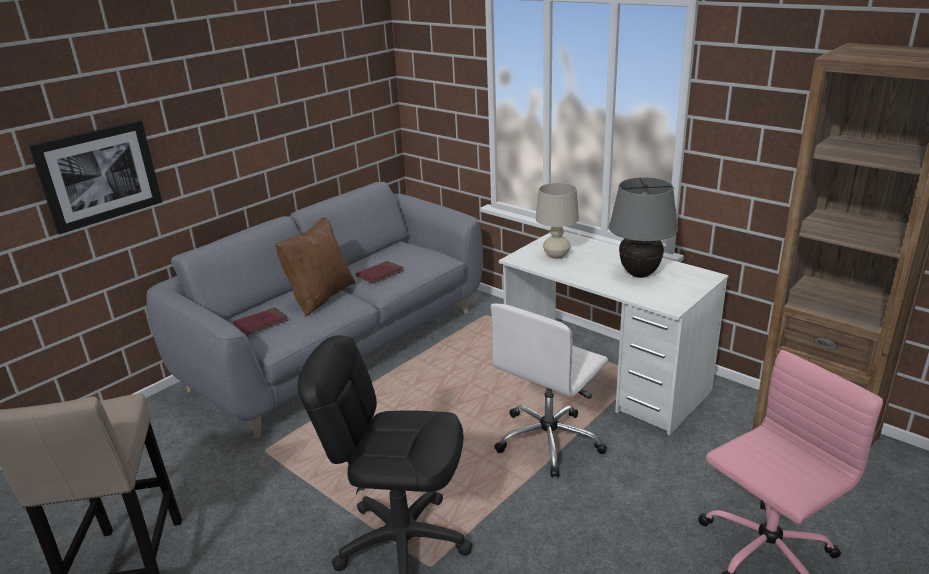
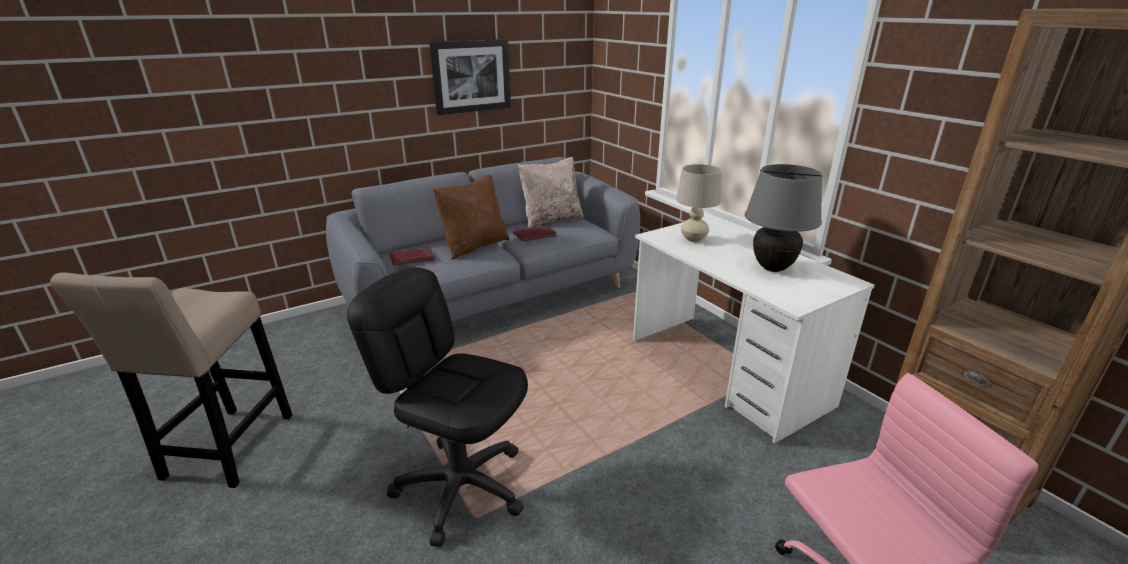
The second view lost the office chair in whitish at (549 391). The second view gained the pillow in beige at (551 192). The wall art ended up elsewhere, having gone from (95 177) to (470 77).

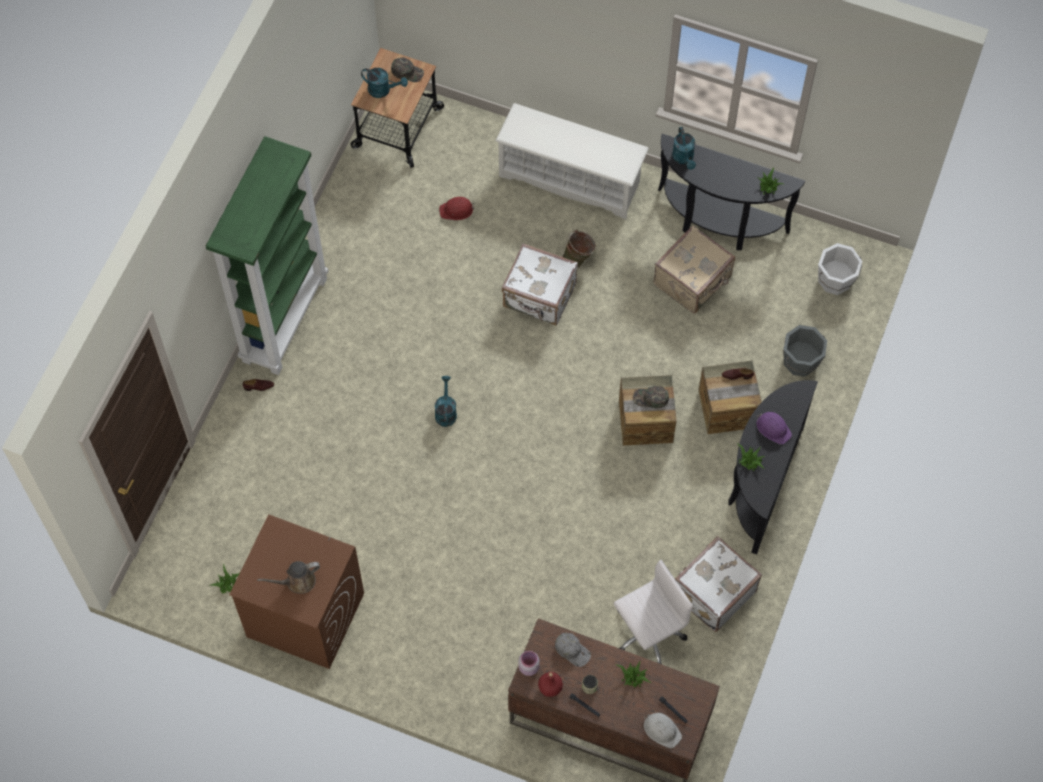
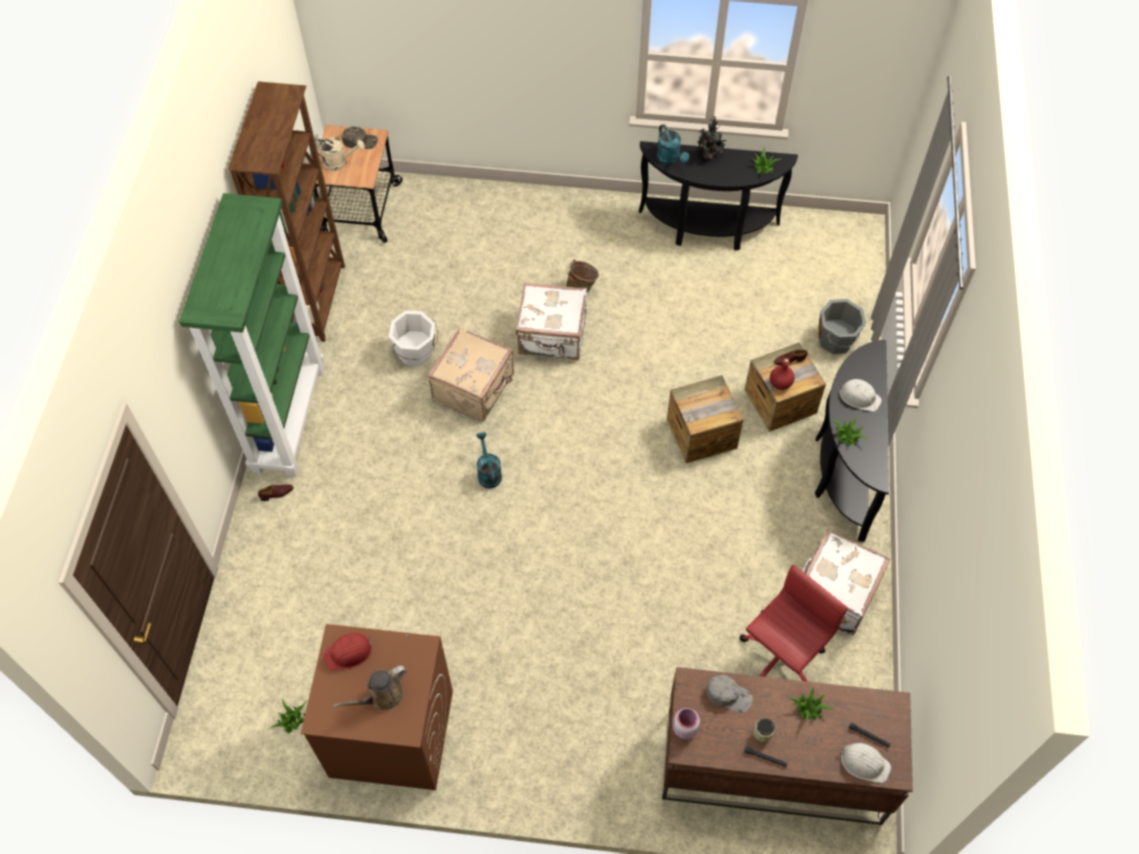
The second view lost the shoe shelf in whitish at (572 161). The second view lost the cap in green at (651 397). The second view gained the bookshelf in brownish at (286 211). The second view gained the potted plant at (711 138). The safety helmet in reddish ended up elsewhere, having gone from (457 208) to (348 651). The drink bottle in reddish ended up elsewhere, having gone from (550 684) to (782 374). The suitcase in beige ended up elsewhere, having gone from (694 269) to (471 374). The pail in whitish ended up elsewhere, having gone from (840 269) to (413 338). What was the sprinkling can in turquoise-coloured at (384 83) turned into the sprinkling can in beige at (340 154). What was the office chair in whitish at (653 611) turned into the office chair in reddish at (793 623). What was the safety helmet in purple-coloured at (774 428) turned into the safety helmet in whitish at (860 395).

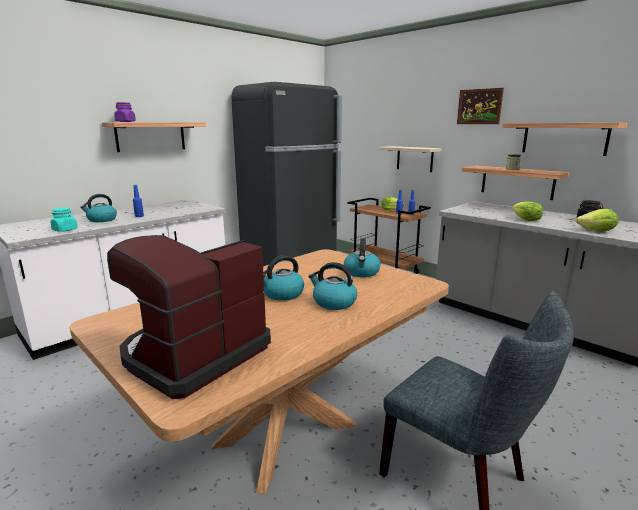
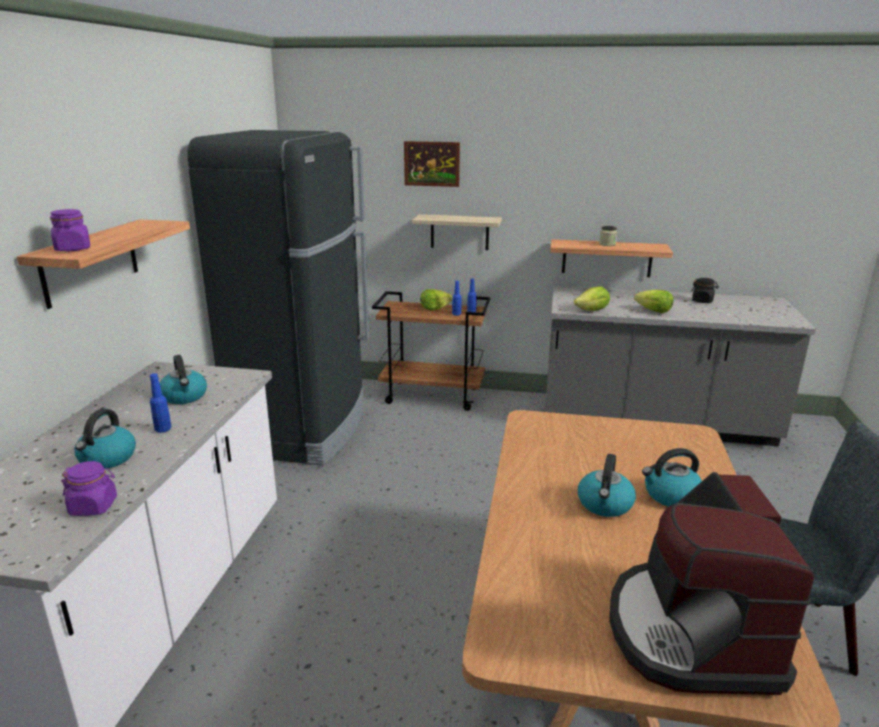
The second view lost the shelf at (565 139). The water kettle ended up elsewhere, having gone from (362 257) to (183 379). The wall art ended up elsewhere, having gone from (480 106) to (432 164). The lettuce head ended up elsewhere, having gone from (597 220) to (592 298). What was the storage jar in turquoise-coloured at (64 219) turned into the storage jar in purple-coloured at (89 488).

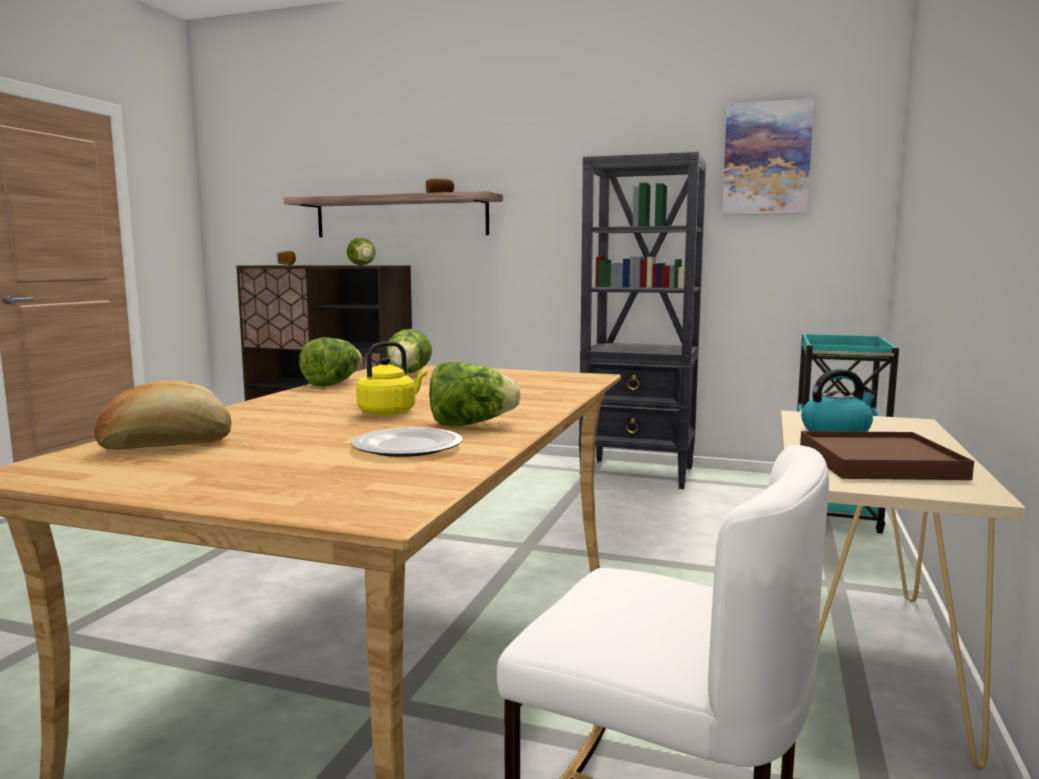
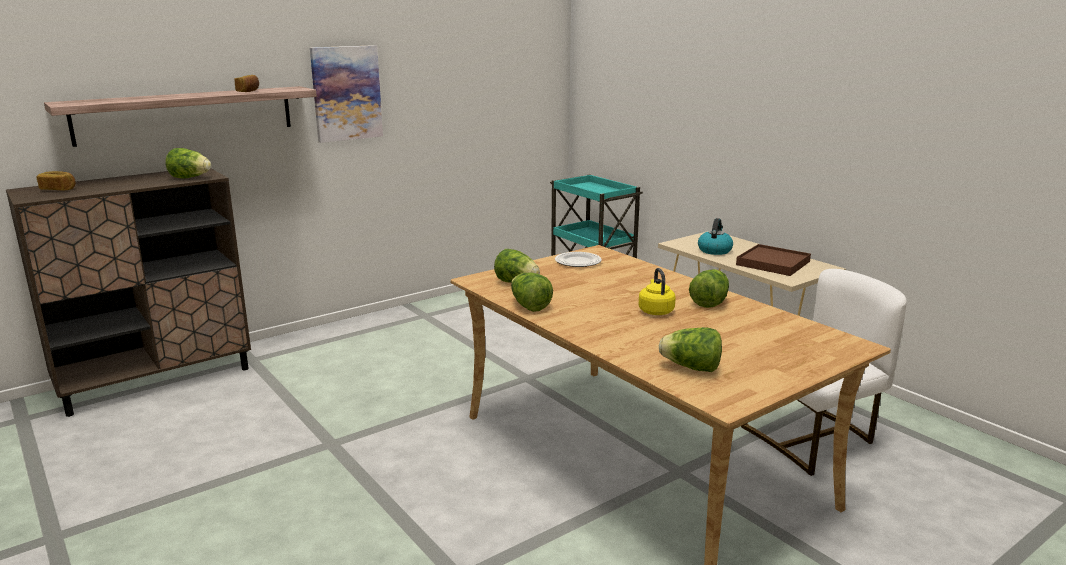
The second view lost the bookshelf in black-coloured at (642 320). The flat dish ended up elsewhere, having gone from (406 442) to (578 259). The wall art ended up elsewhere, having gone from (768 156) to (346 94). Where the bakery bread stood at (163 415), the lettuce head came to stand at (690 349).

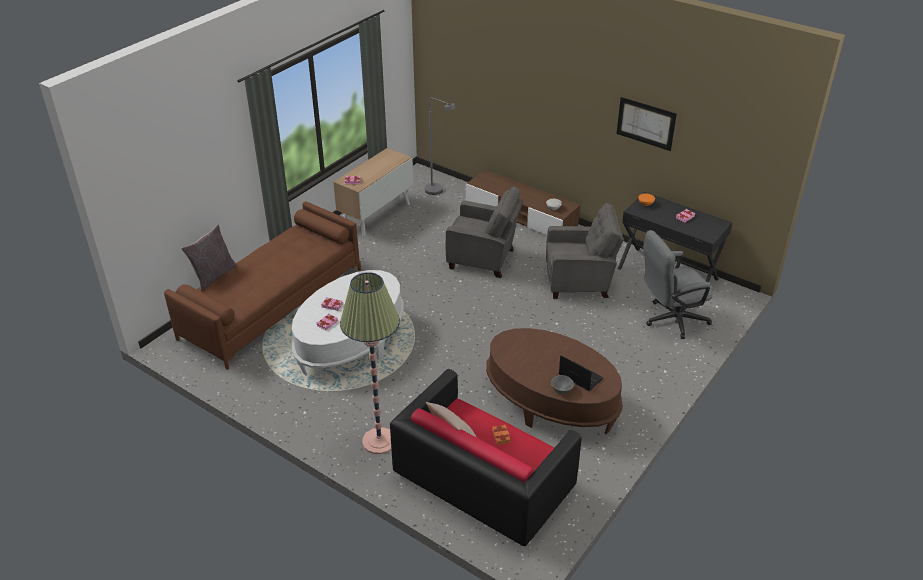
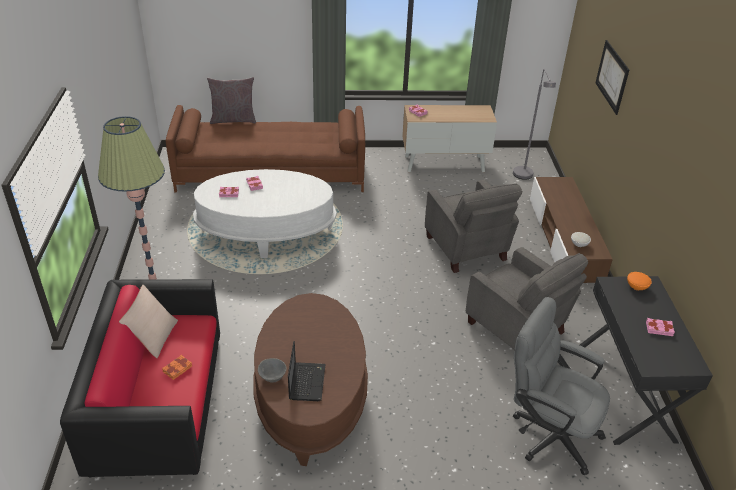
The wall art ended up elsewhere, having gone from (646 124) to (612 77).

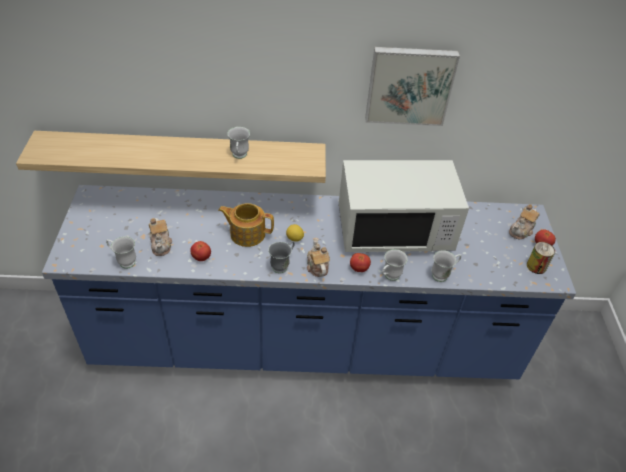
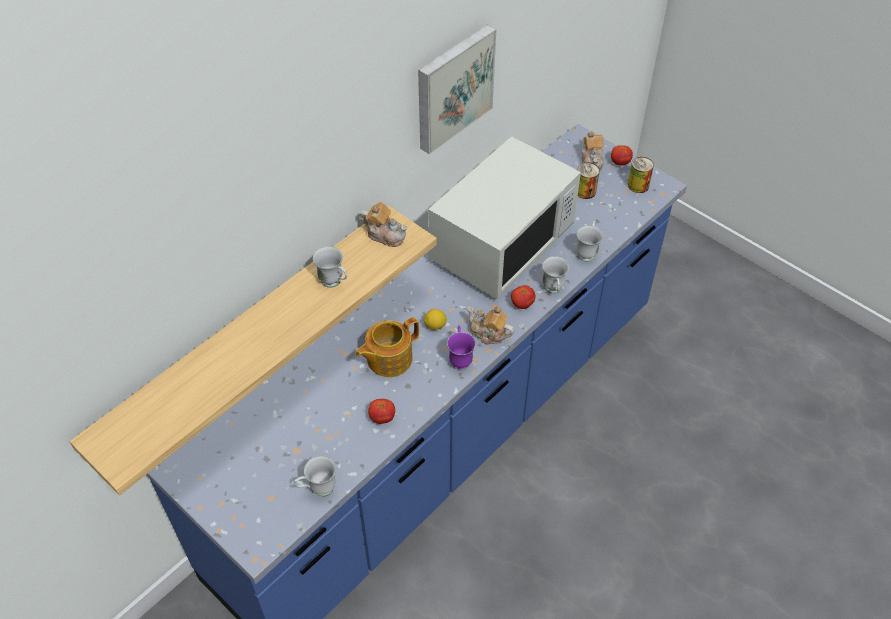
The second view gained the can at (589 181). The tea pot ended up elsewhere, having gone from (160 237) to (383 224). What was the mug in grey at (281 257) turned into the mug in purple-coloured at (461 348).

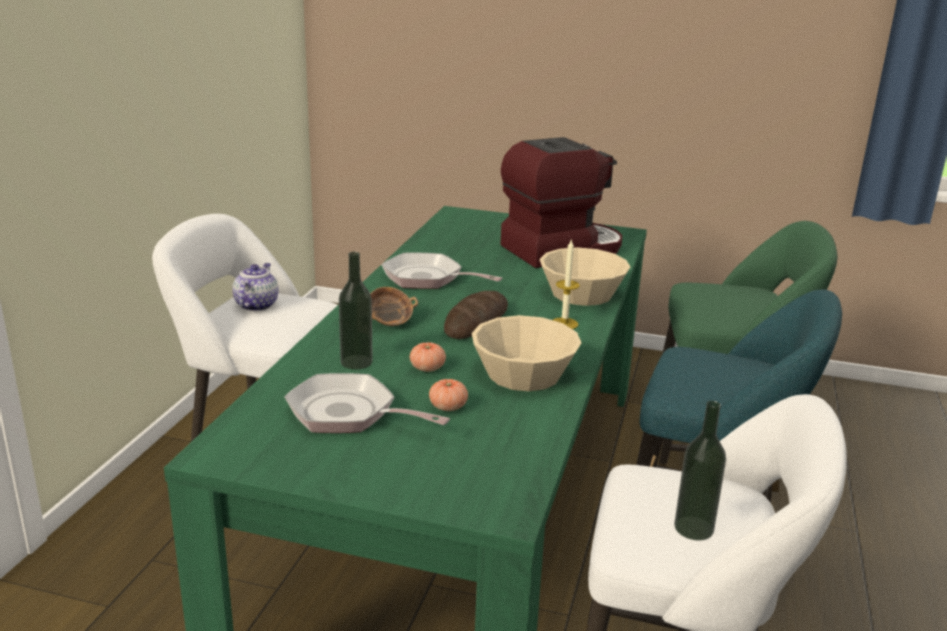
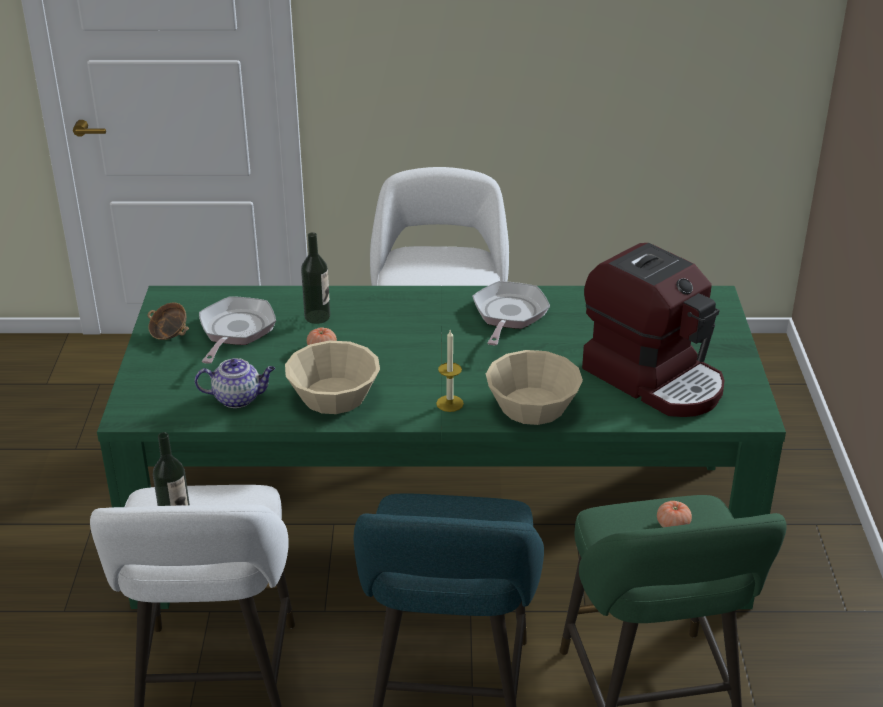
The second view lost the bakery bread at (476 315). The tea pot ended up elsewhere, having gone from (255 287) to (235 383). The serving bowl ended up elsewhere, having gone from (394 306) to (168 321). The fresh tomato ended up elsewhere, having gone from (448 395) to (674 514).

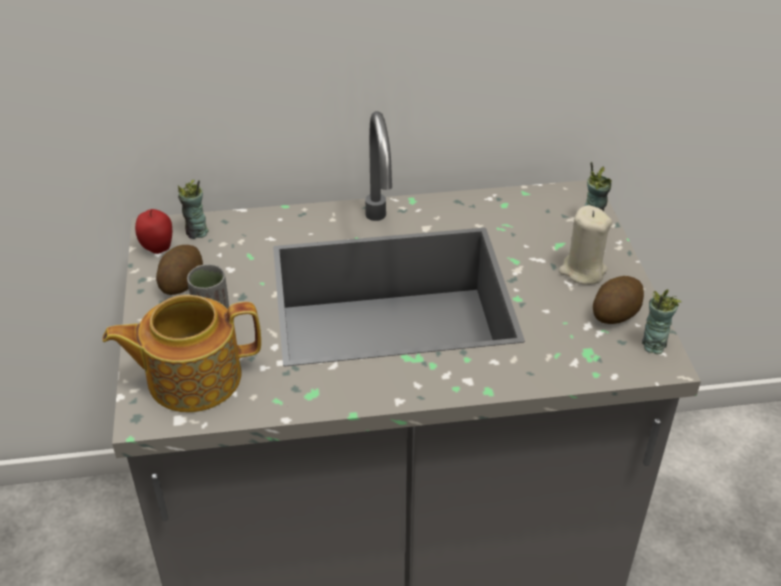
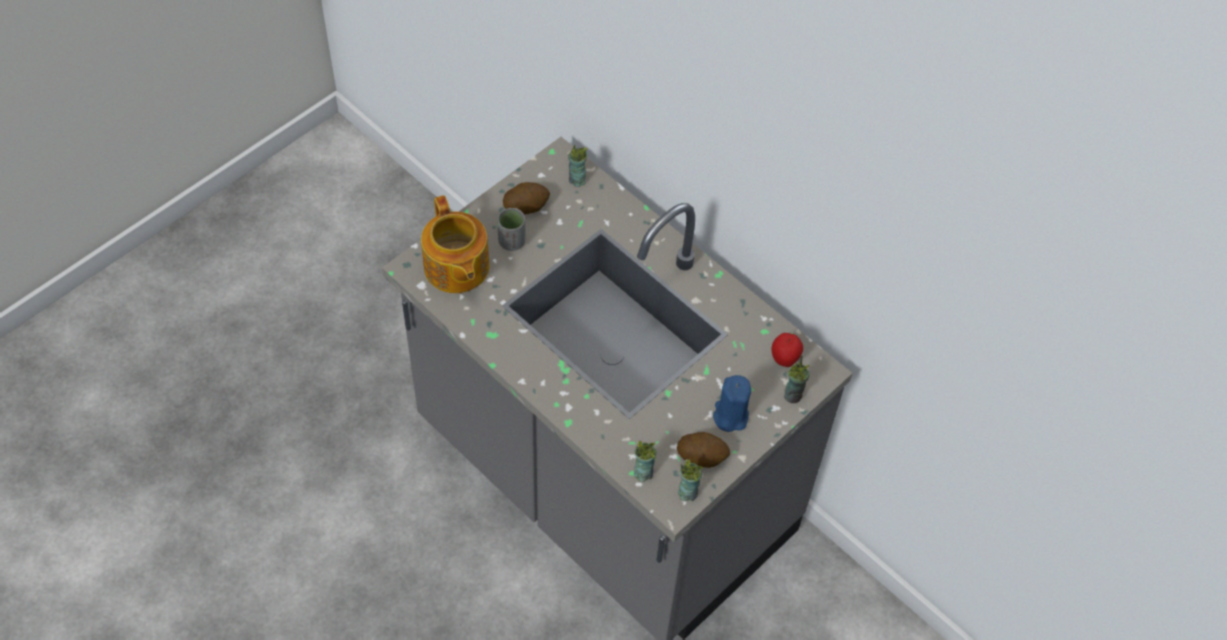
The second view gained the small cup at (645 461). The apple ended up elsewhere, having gone from (153 231) to (787 350). What was the wax light in beige at (585 245) turned into the wax light in blue-coloured at (732 403). The tea pot at (181 353) ended up facing another way, 150 degrees counterclockwise from before.

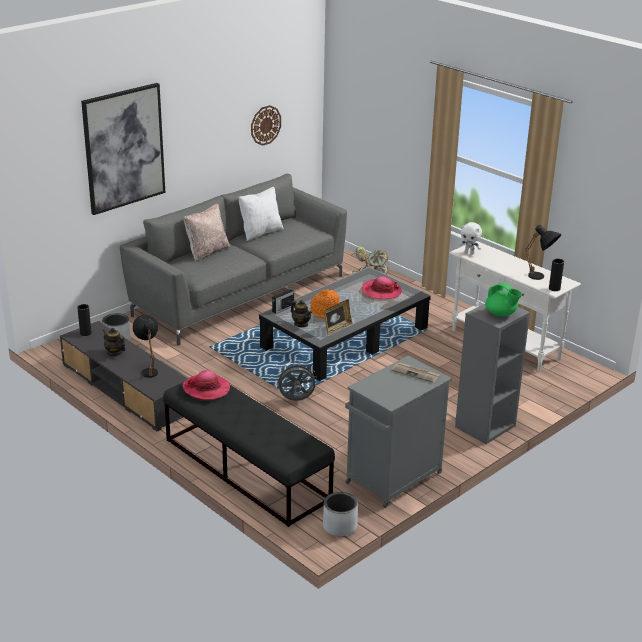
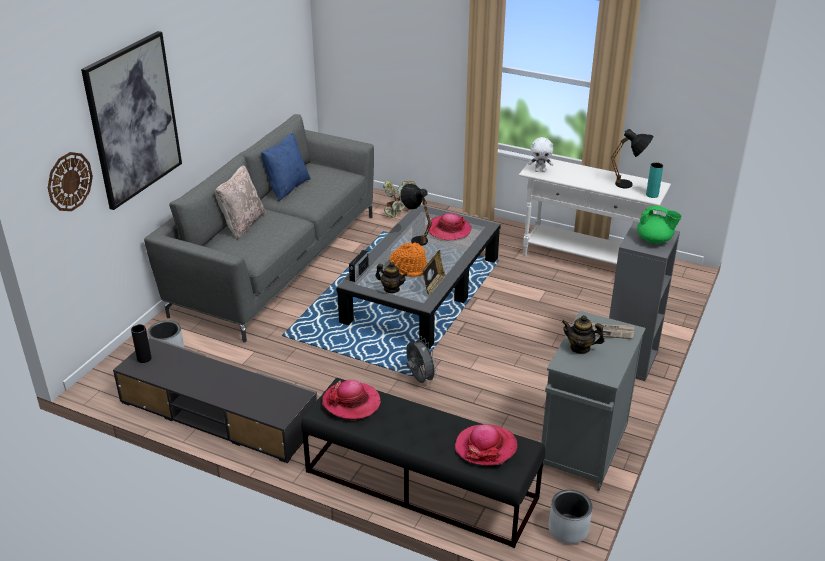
The second view gained the wearable hat at (486 445). The tea pot ended up elsewhere, having gone from (114 342) to (583 334). The lamp for a table in black-coloured ended up elsewhere, having gone from (145 346) to (416 215). The hanging clock ended up elsewhere, having gone from (266 125) to (70 181). What was the pillow in whitish at (261 214) turned into the pillow in blue-coloured at (286 167). What was the decorative vase in black-coloured at (556 274) turned into the decorative vase in turquoise-coloured at (654 180). The fan in grey at (296 382) ended up facing another way, 90 degrees clockwise from before.

